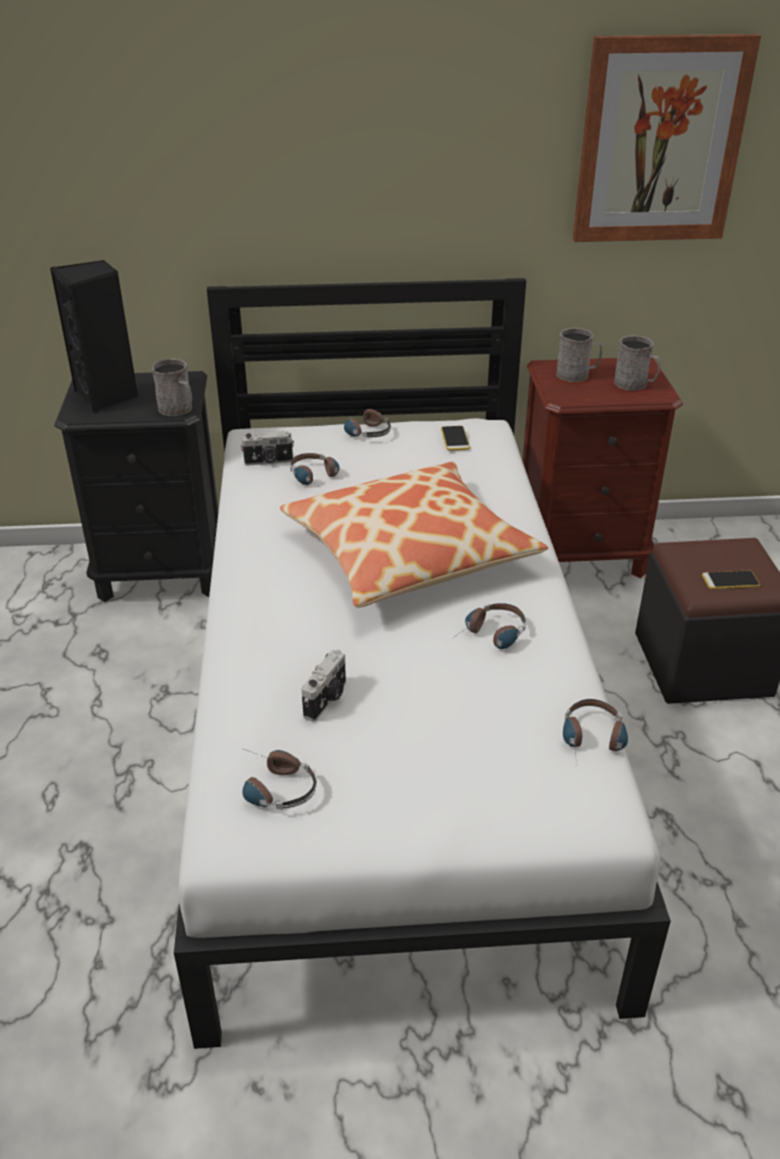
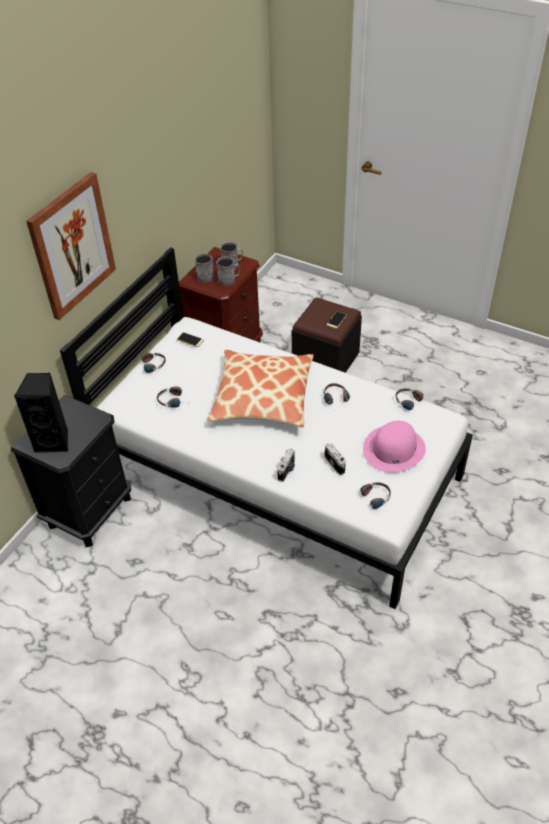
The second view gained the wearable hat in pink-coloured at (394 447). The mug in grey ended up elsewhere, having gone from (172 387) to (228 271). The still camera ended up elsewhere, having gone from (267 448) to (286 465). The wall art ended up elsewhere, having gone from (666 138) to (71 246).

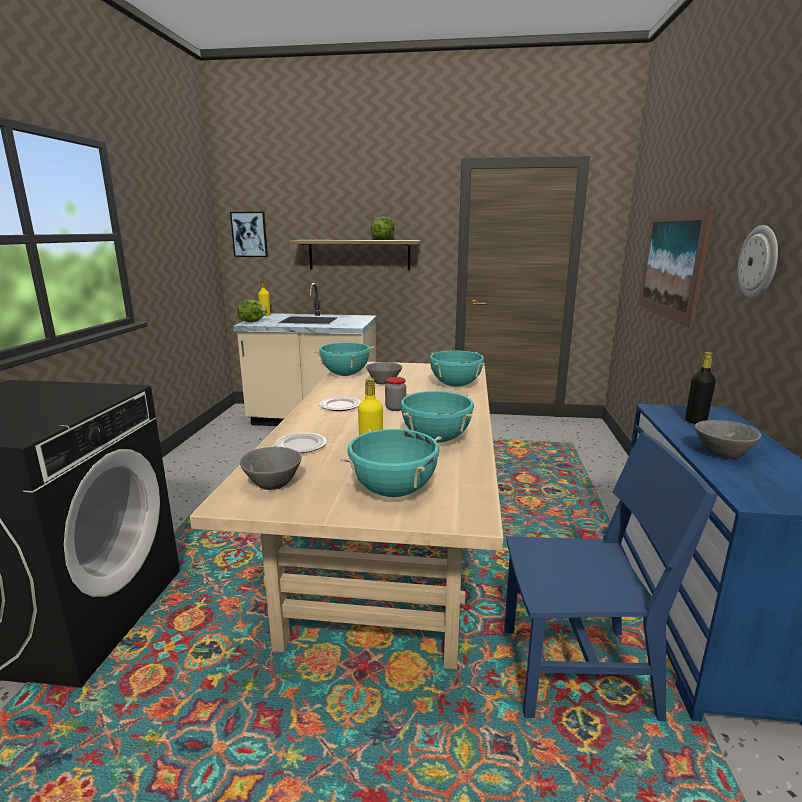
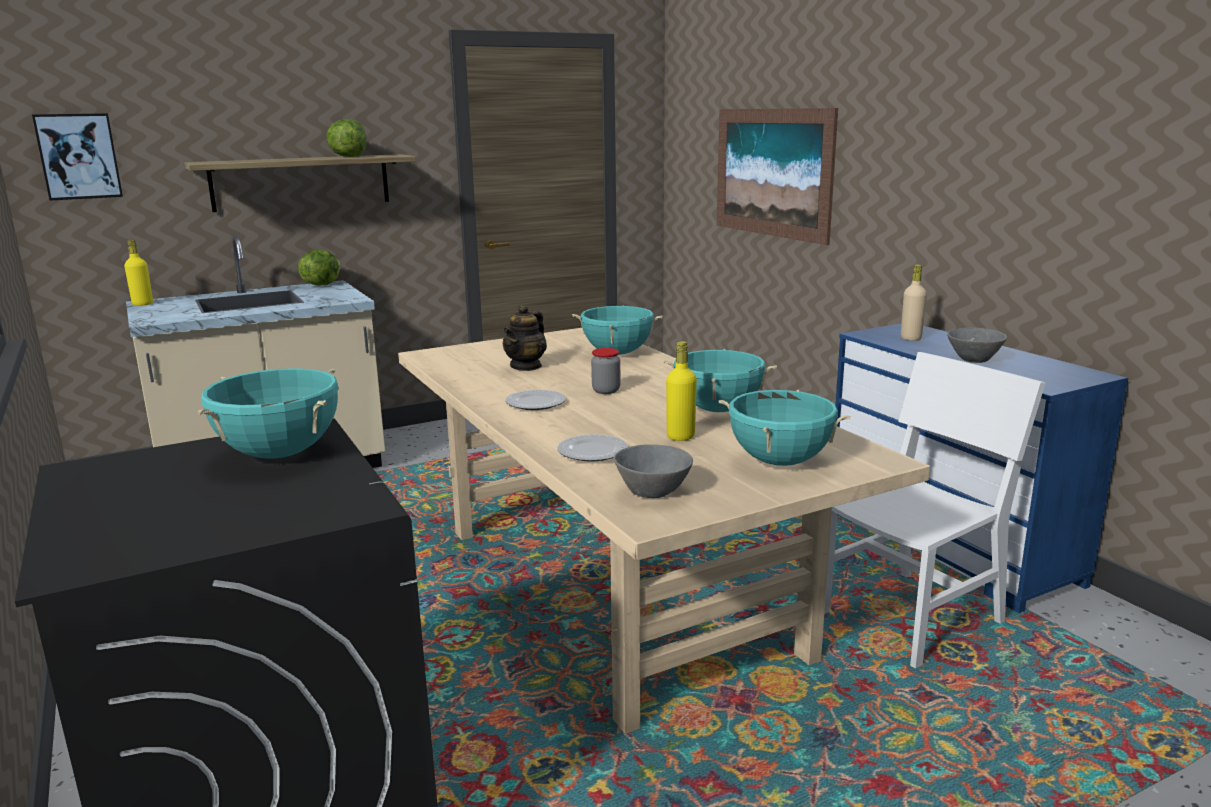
The second view lost the hanging clock at (758 261). The lettuce head ended up elsewhere, having gone from (252 311) to (319 268). The saucepot in turquoise-coloured ended up elsewhere, having gone from (344 359) to (268 413). Where the serving bowl in grey stood at (384 373), the tea pot came to stand at (525 337). What was the plain chair in blue-coloured at (611 576) turned into the plain chair in whitish at (935 510). What was the drink bottle in black-coloured at (700 388) turned into the drink bottle in beige at (914 303).

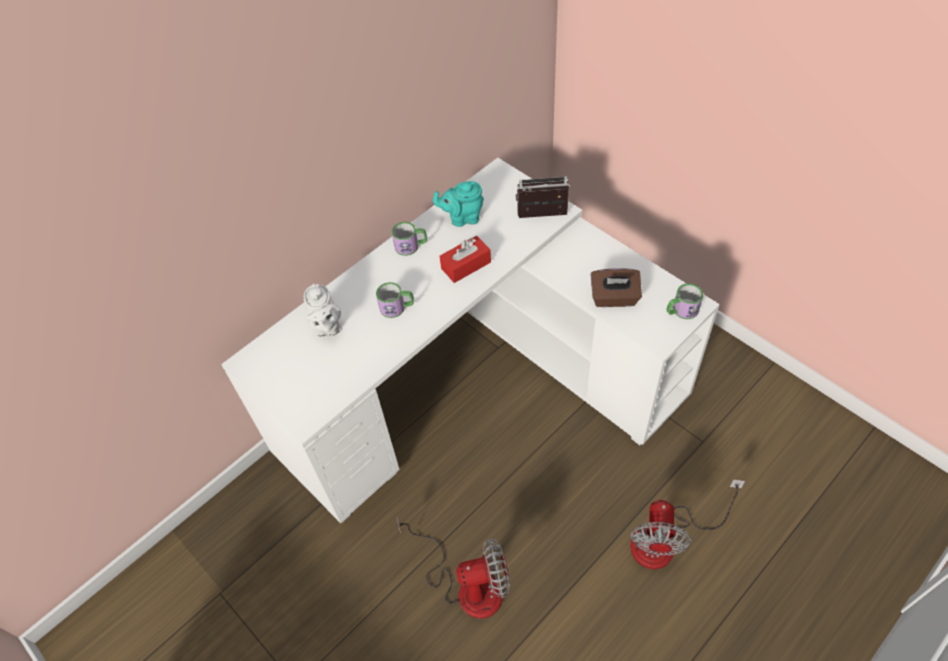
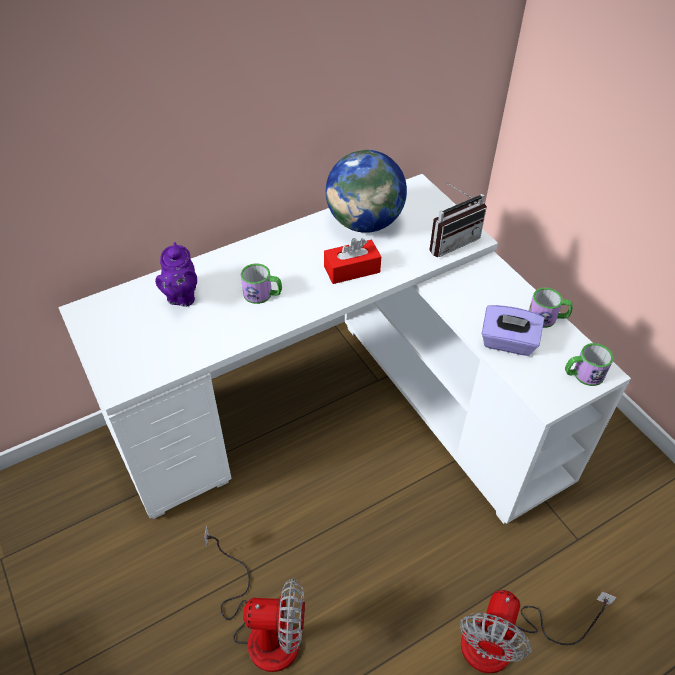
The mug ended up elsewhere, having gone from (409 239) to (550 308). Where the tea pot in turquoise-coloured stood at (458 204), the world globe came to stand at (366 191). What was the tea pot in whitish at (322 310) turned into the tea pot in purple-coloured at (176 274). What was the tissue box in brownish at (616 287) turned into the tissue box in purple-coloured at (513 330). The radio at (542 197) ended up facing another way, 135 degrees clockwise from before.

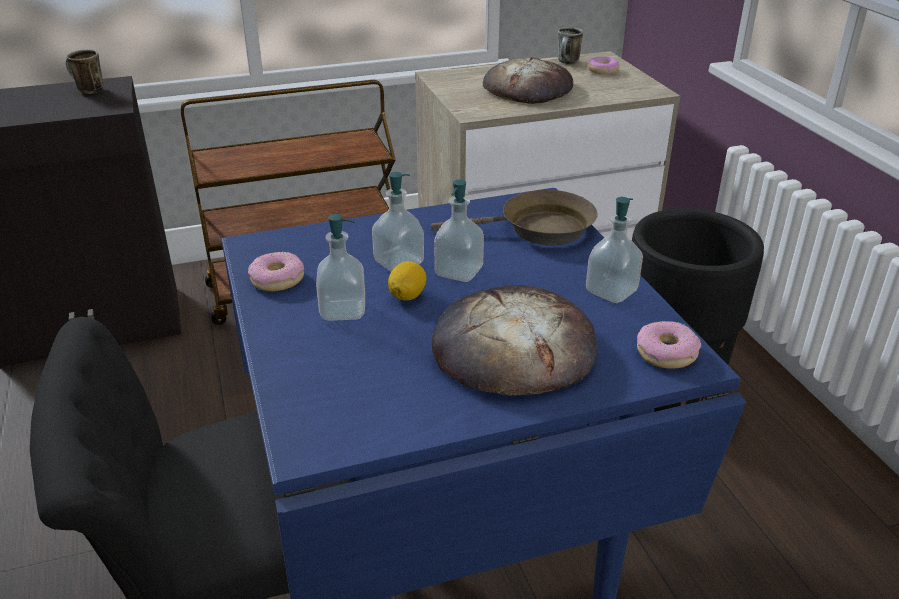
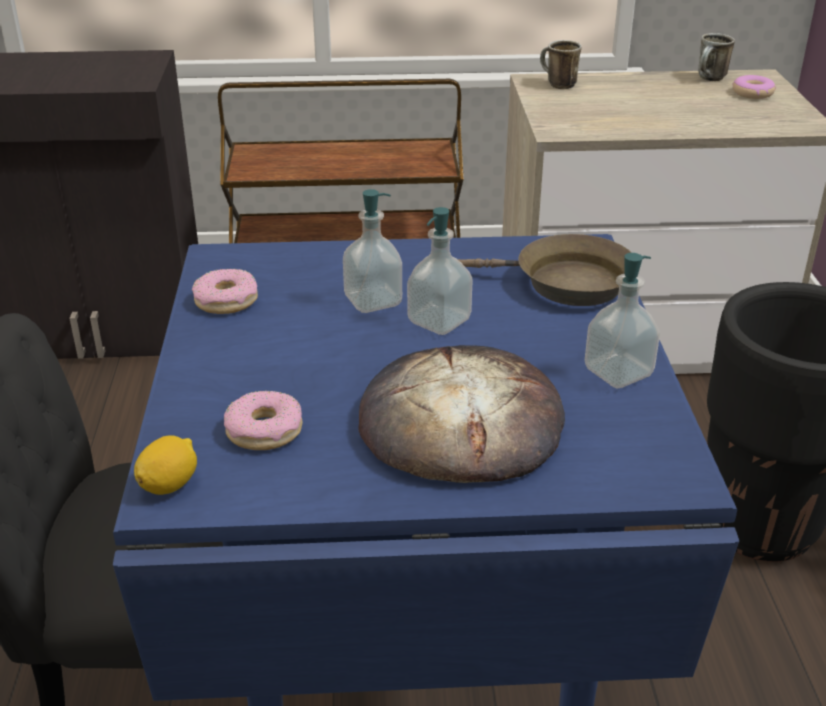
The second view lost the soap dispenser at (340 267). The second view lost the bakery bread at (528 80). The mug ended up elsewhere, having gone from (85 72) to (561 64). The citrus fruit ended up elsewhere, having gone from (407 280) to (165 465). The doughnut ended up elsewhere, having gone from (669 345) to (263 420).

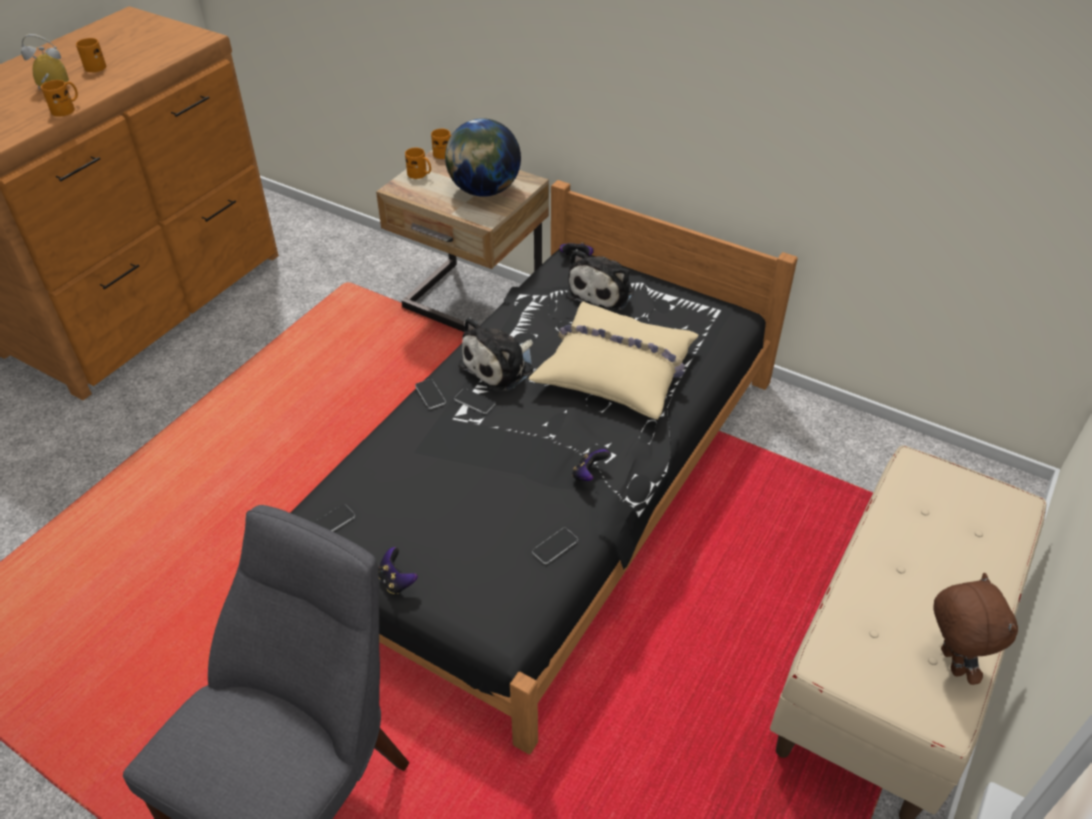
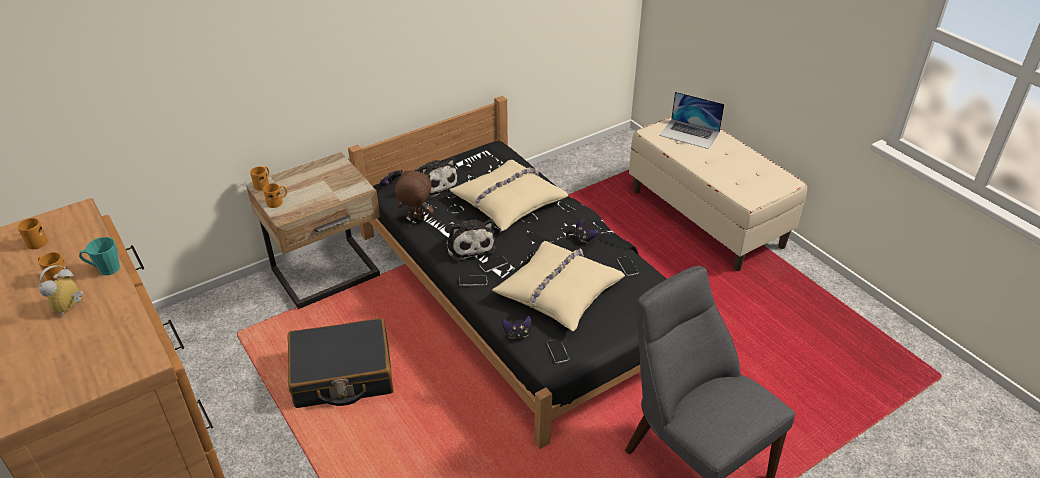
The second view lost the world globe at (483 157). The second view gained the mug in turquoise-coloured at (99 256). The second view gained the suitcase in black-coloured at (340 363). The second view gained the pillow in beige at (558 286). The second view gained the notebook computer at (692 120). The mug in orangey ended up elsewhere, having gone from (59 98) to (33 233). The gamepad ended up elsewhere, having gone from (398 570) to (517 327). The plush toy in brownish ended up elsewhere, having gone from (975 629) to (414 195).

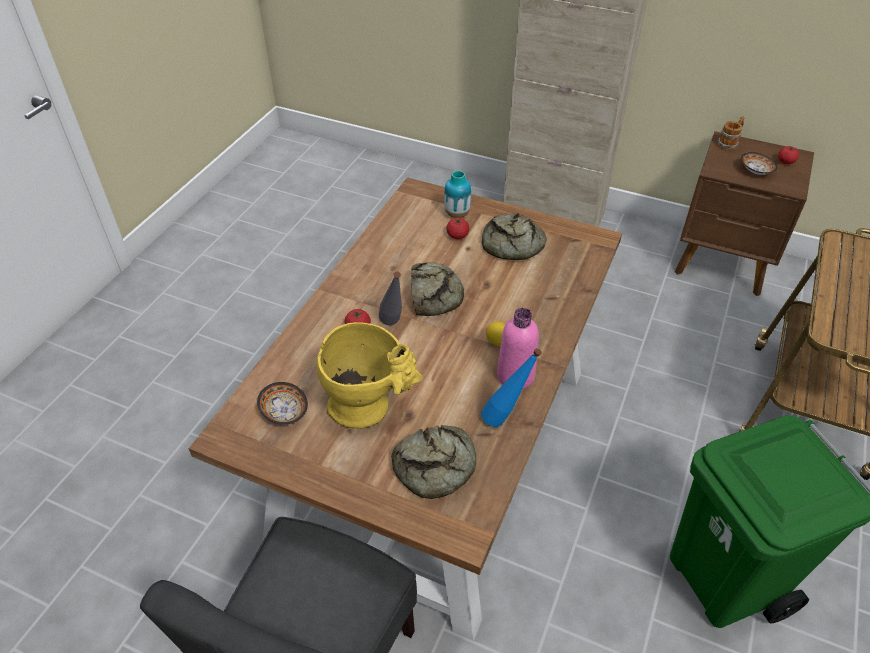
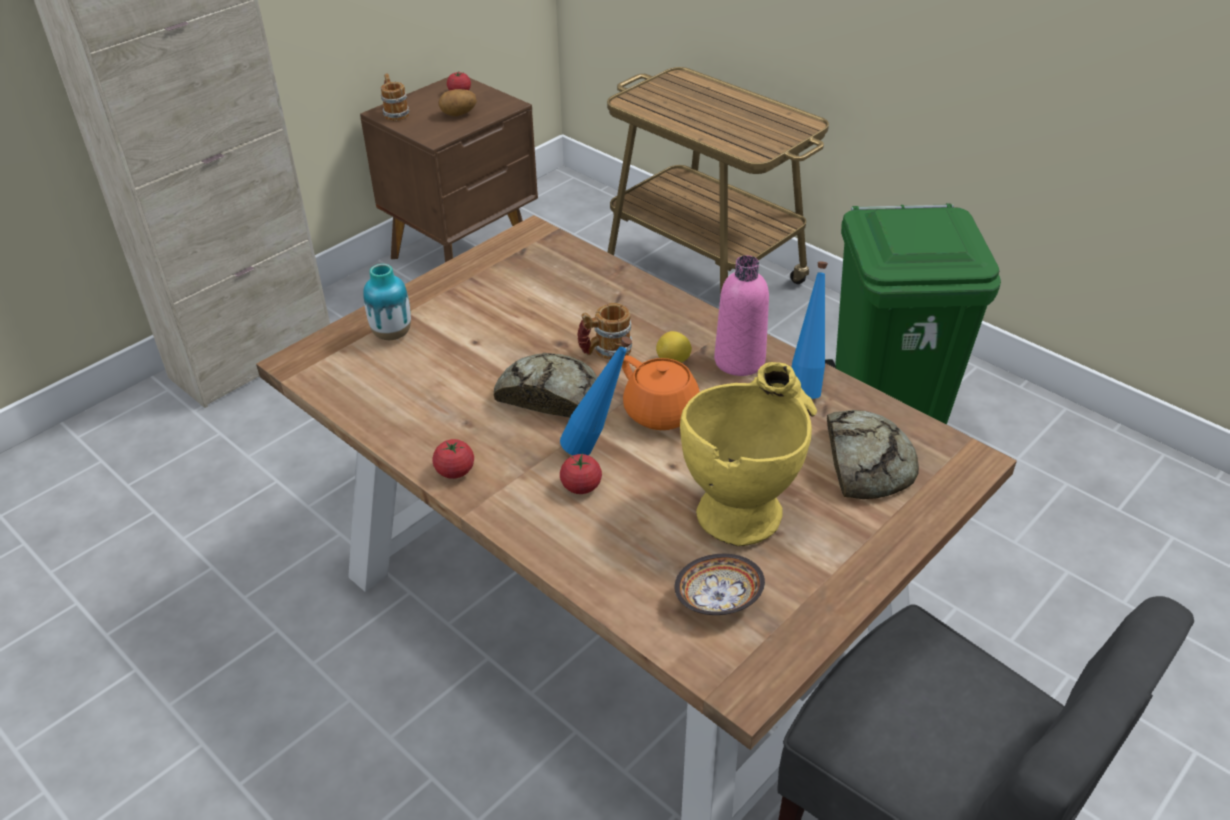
The second view lost the bakery bread at (514 236). The second view gained the mug at (604 331). The second view gained the tea pot in orangey at (661 392). The fresh tomato ended up elsewhere, having gone from (457 228) to (453 459). Where the serving bowl stood at (759 163), the whole potato came to stand at (458 103). What was the drink bottle in grey at (390 298) turned into the drink bottle in blue-coloured at (596 396).

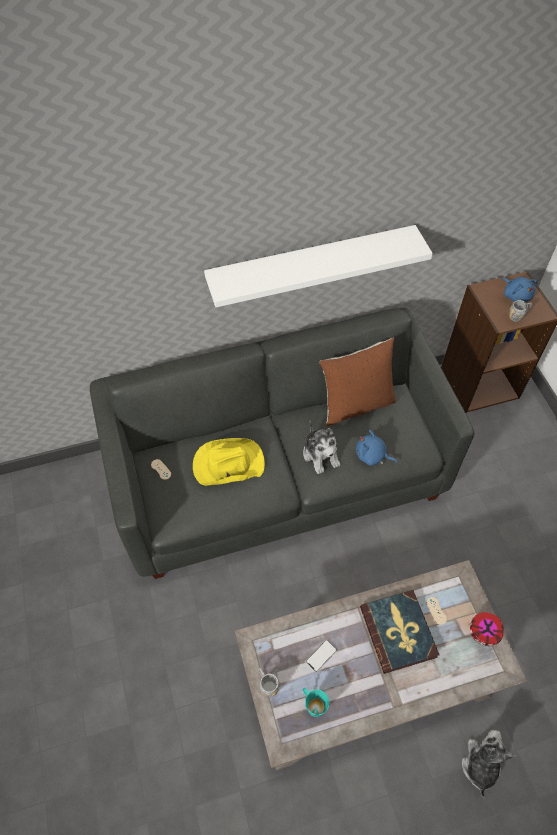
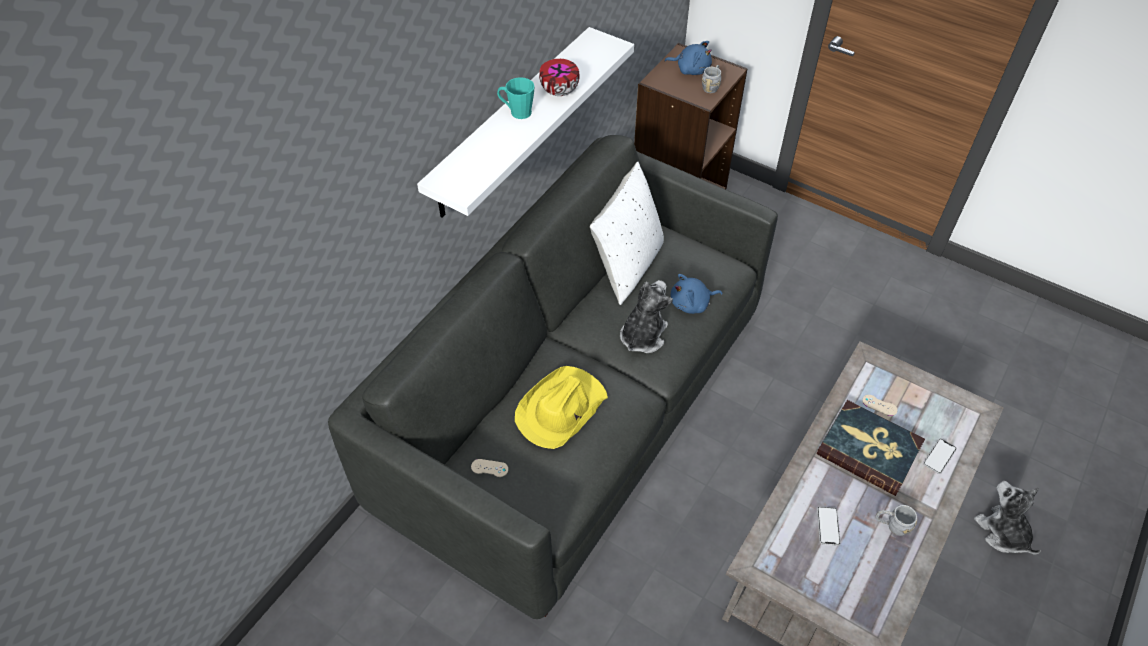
The second view gained the telephone at (940 456). The mug in grey ended up elsewhere, having gone from (269 682) to (896 520). The mug in turquoise-coloured ended up elsewhere, having gone from (316 702) to (515 98). The serving bowl ended up elsewhere, having gone from (487 629) to (559 77). What was the pillow in brownish at (357 381) turned into the pillow in whitish at (627 233). The plush toy at (321 447) ended up facing another way, 90 degrees counterclockwise from before.

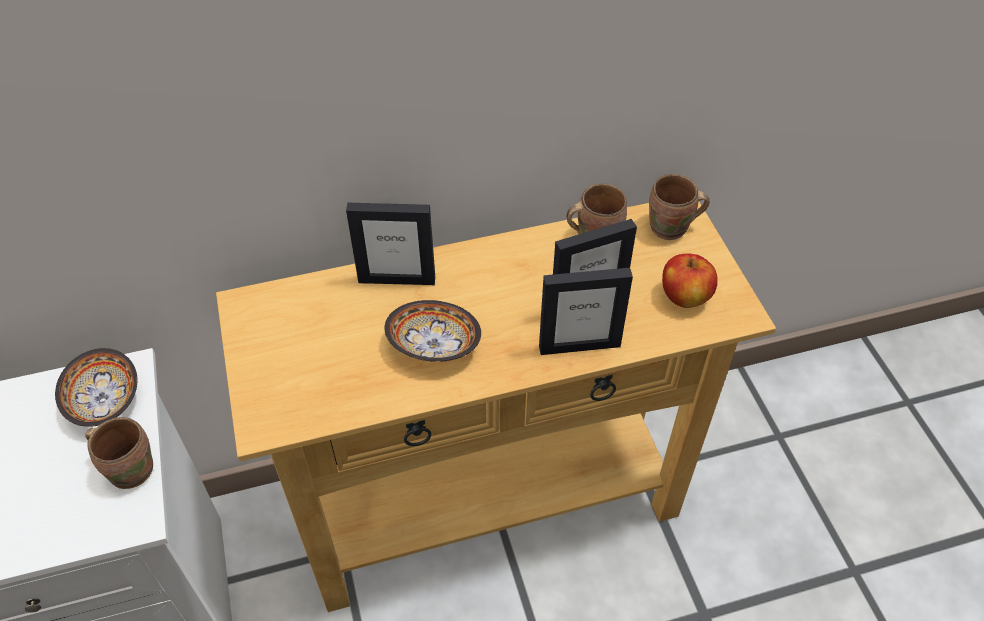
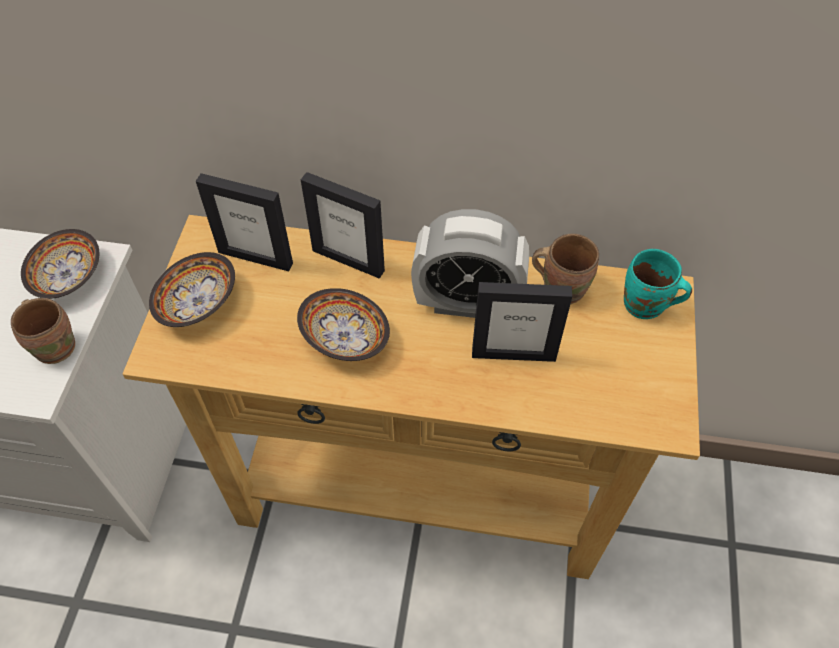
The second view lost the apple at (690 281). The second view gained the serving bowl at (192 289). The second view gained the alarm clock at (470 263). The standing frame ended up elsewhere, having gone from (586 311) to (244 222). What was the mug in brownish at (679 207) turned into the mug in turquoise-coloured at (658 284).

